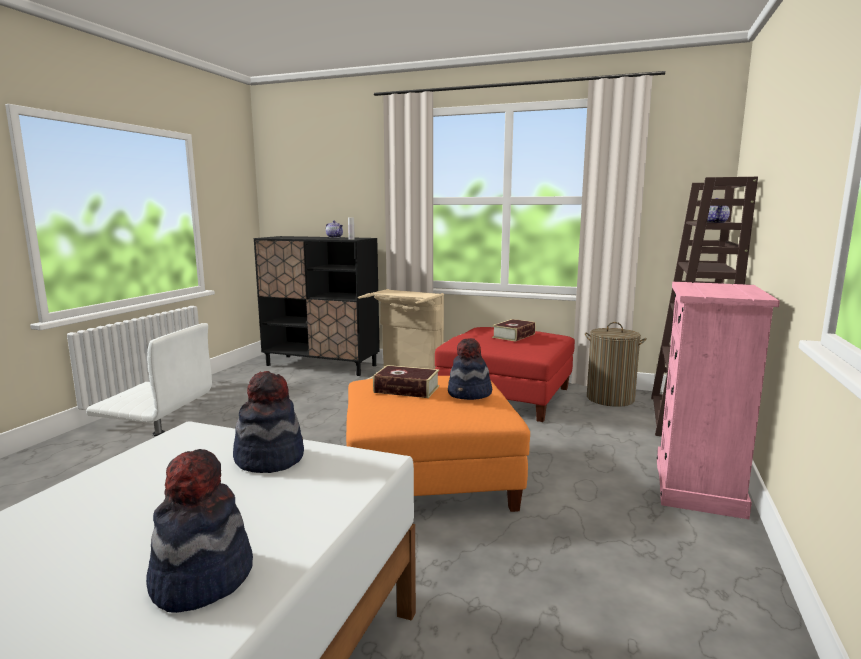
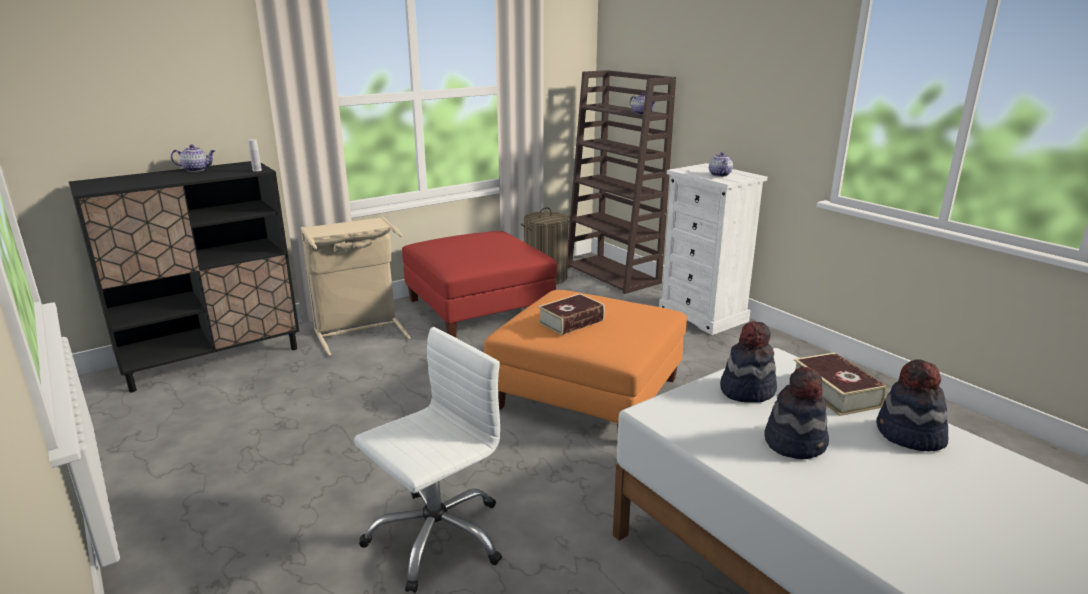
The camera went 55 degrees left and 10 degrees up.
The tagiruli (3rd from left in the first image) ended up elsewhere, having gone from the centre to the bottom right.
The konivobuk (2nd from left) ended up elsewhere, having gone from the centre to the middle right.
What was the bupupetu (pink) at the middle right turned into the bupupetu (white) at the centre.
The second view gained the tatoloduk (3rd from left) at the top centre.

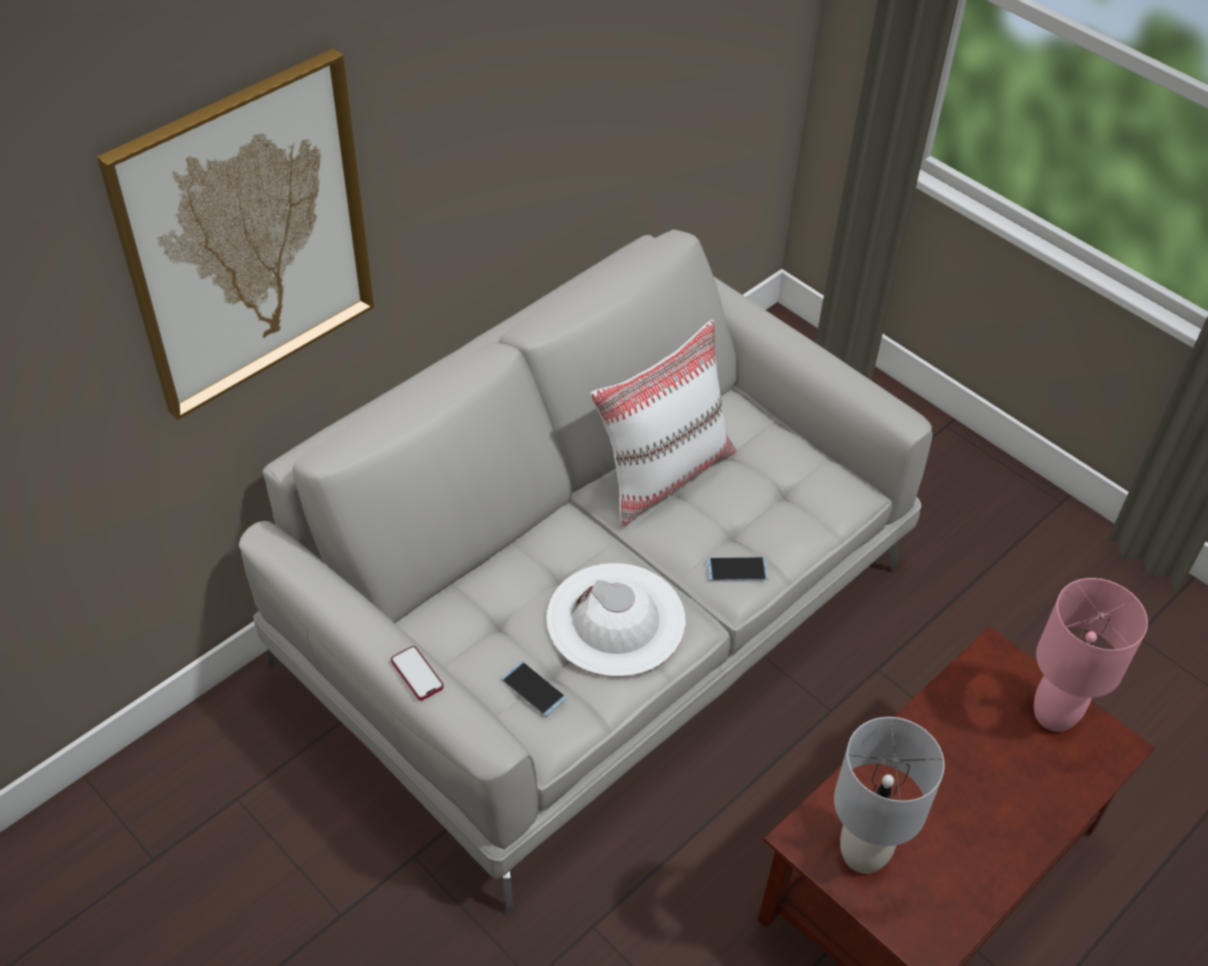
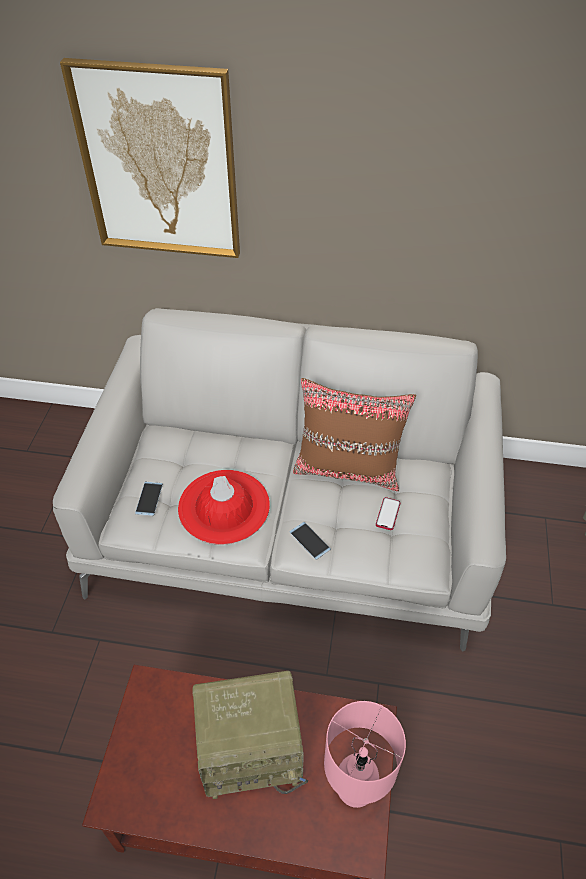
The camera went 55 degrees right and 0 degrees up.
The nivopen (1st from left in the first image) ended up elsewhere, having gone from the bottom centre to the centre.
What was the tagiruli (white) at the centre turned into the tagiruli (red) at the centre.
What was the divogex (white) at the centre turned into the divogex (brown) at the centre.
The second view lost the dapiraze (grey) at the bottom right.
The second view gained the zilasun at the bottom centre.

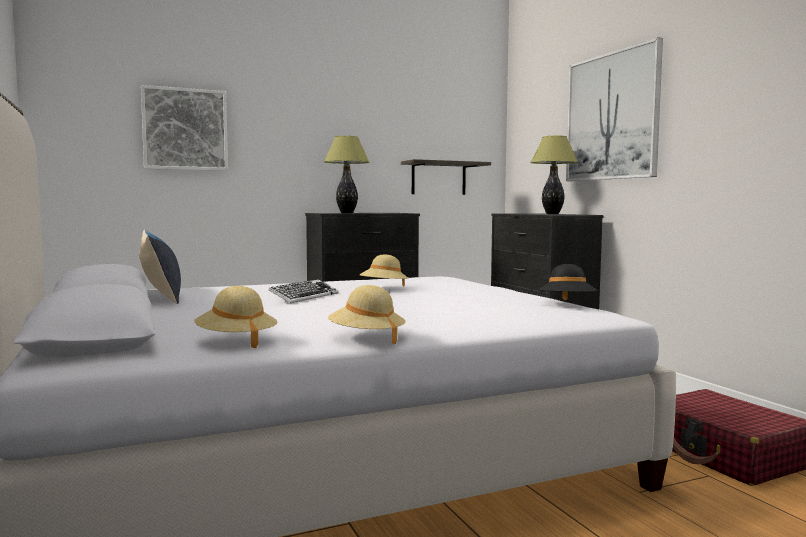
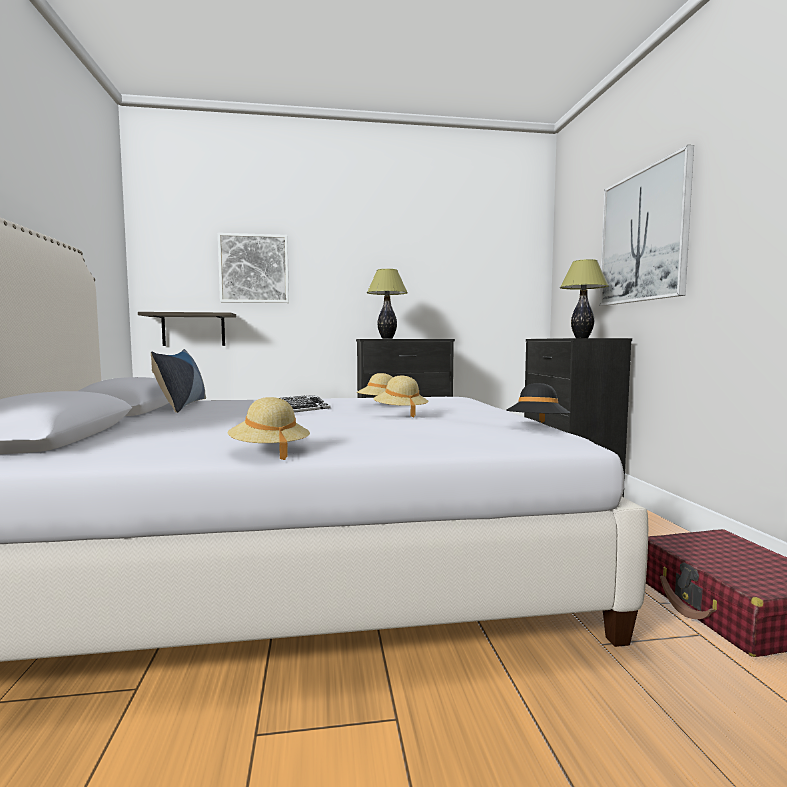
The camera went 15 degrees right and 0 degrees up.
The tagiruli (beige) (1st from left in the first image) ended up elsewhere, having gone from the middle left to the centre.
The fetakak ended up elsewhere, having gone from the top centre to the middle left.

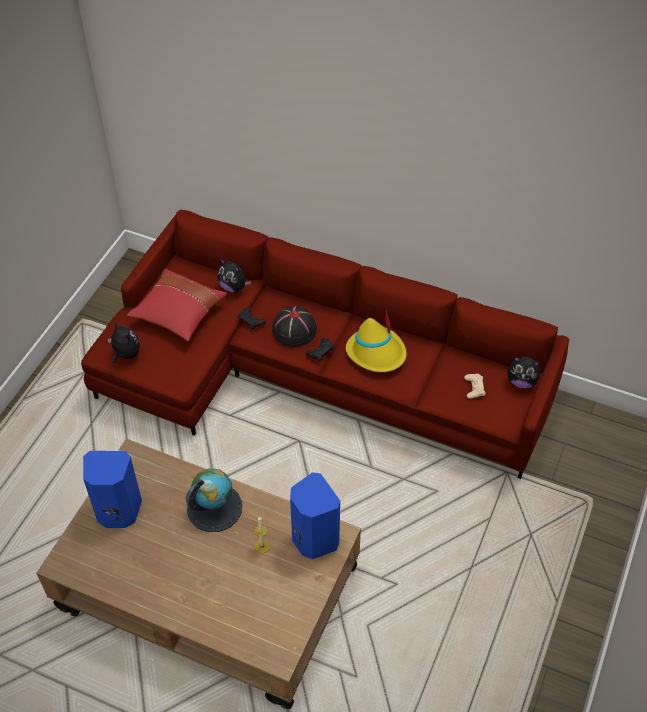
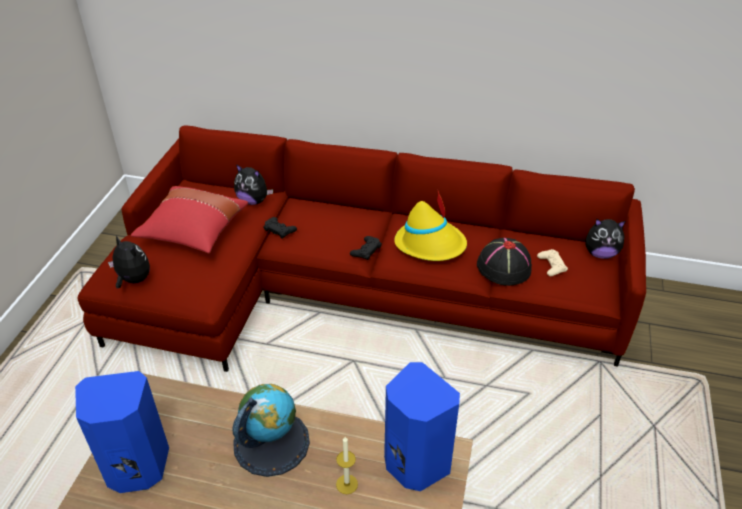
The camera went 10 degrees left and 10 degrees down.
The tagiruli (black) ended up elsewhere, having gone from the centre to the middle right.

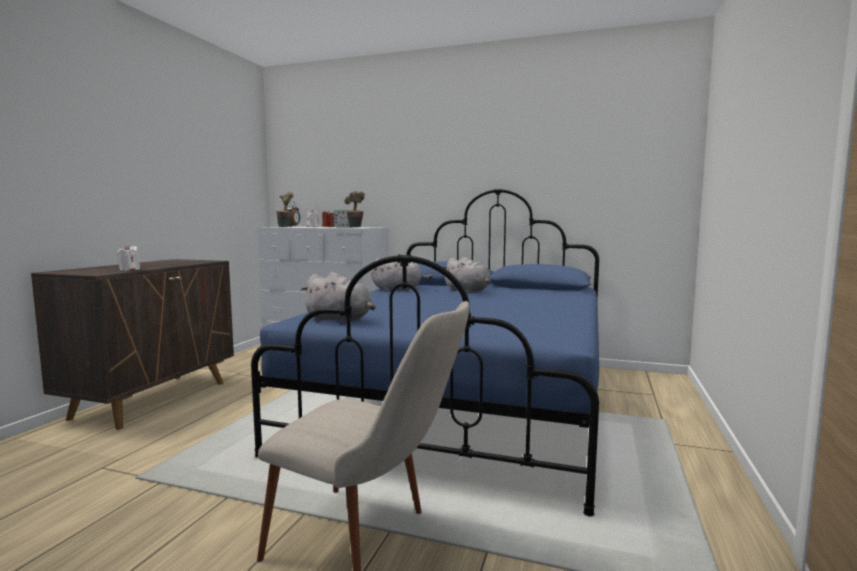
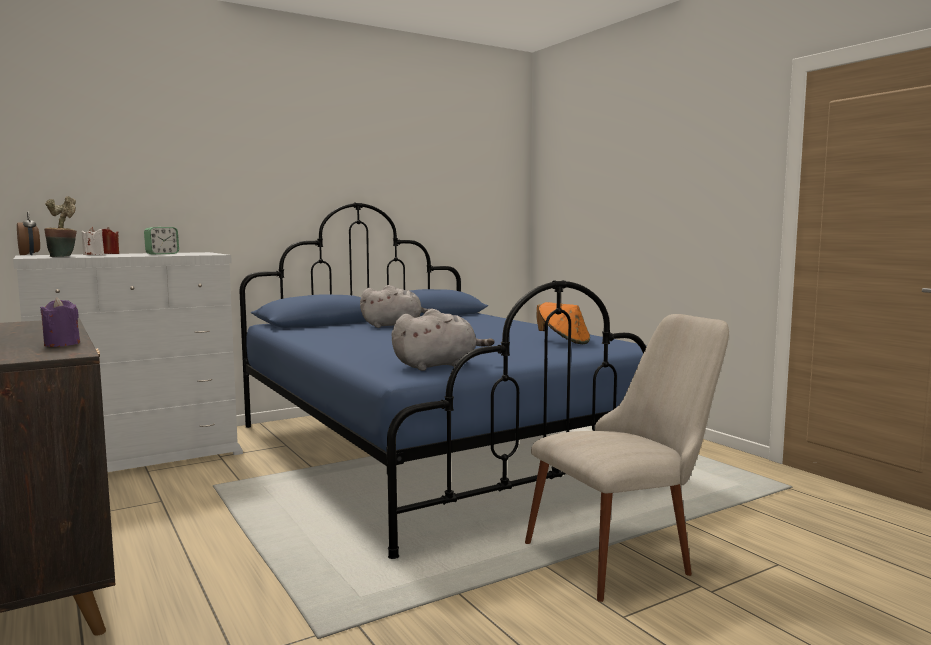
The camera went 50 degrees left and 0 degrees up.
What was the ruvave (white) (1st from left) at the middle left turned into the ruvave (purple) at the middle left.
The second view lost the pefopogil (2nd from left) at the centre.
The second view lost the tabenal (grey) (2nd from left) at the centre.
The second view gained the tagiruli (orange) at the centre.

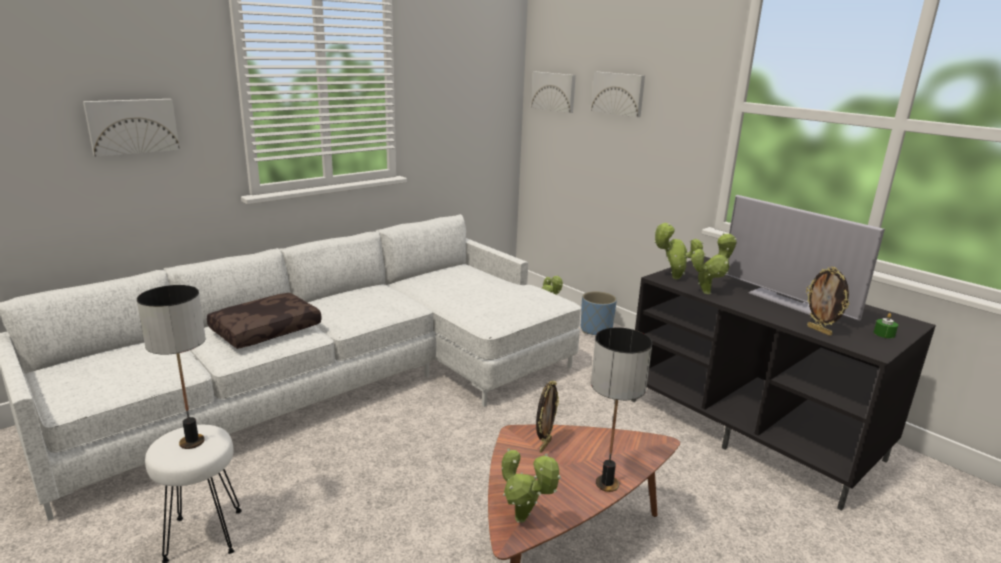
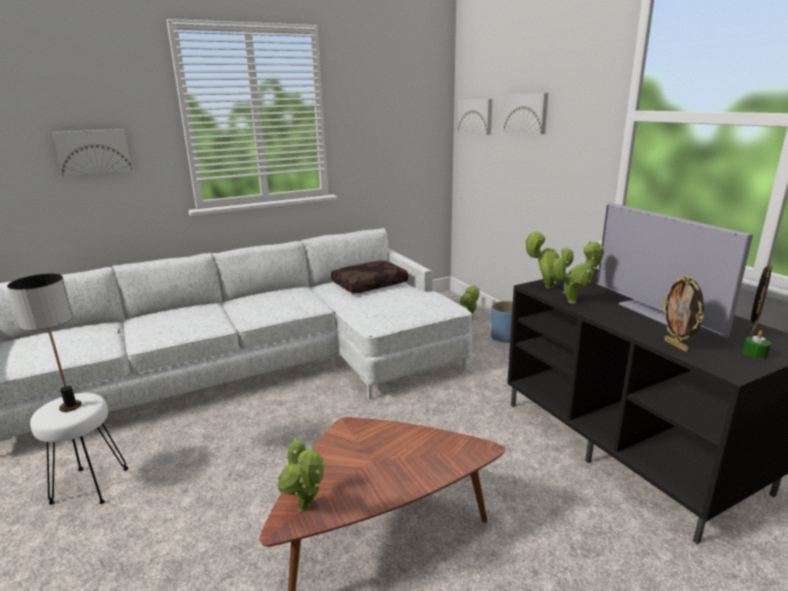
The camera went 15 degrees right and 0 degrees up.
The divogex (brown) ended up elsewhere, having gone from the middle left to the centre.
The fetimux (1st from left in the first image) ended up elsewhere, having gone from the bottom centre to the middle right.
The second view lost the dapiraze (2nd from left) at the bottom centre.

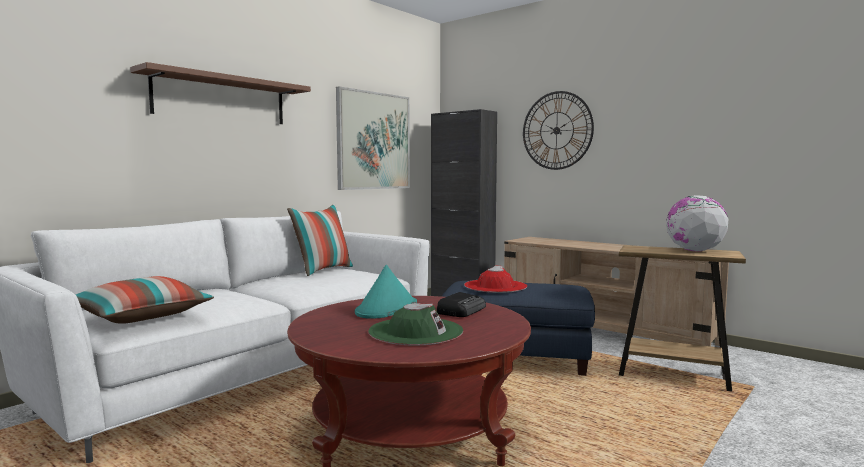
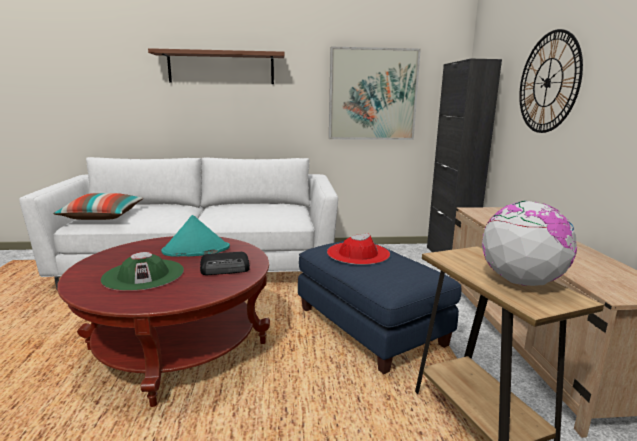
The camera went 45 degrees right and 10 degrees up.
The second view lost the divogex (2nd from left) at the centre.

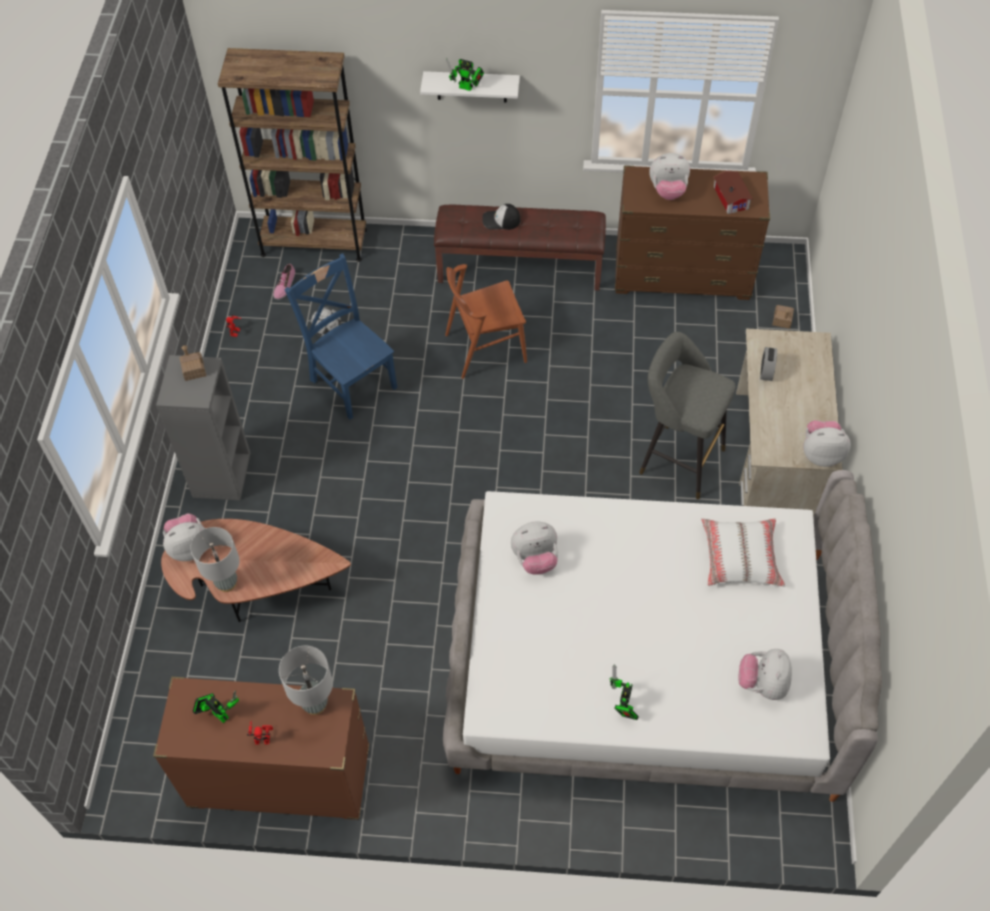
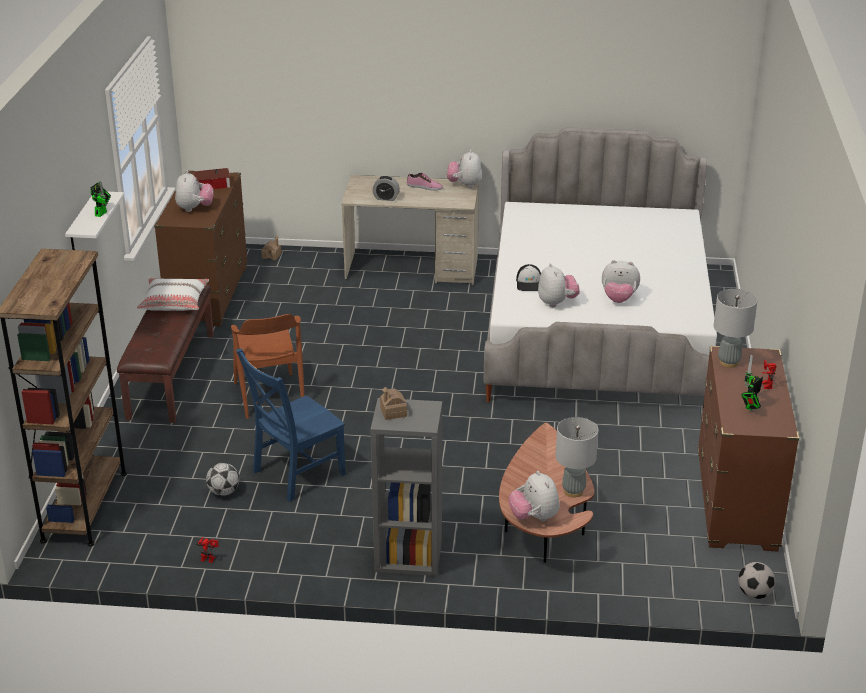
The camera went 90 degrees left and 25 degrees down.
The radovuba ended up elsewhere, having gone from the top left to the top centre.
The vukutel ended up elsewhere, having gone from the top centre to the centre.
The second view lost the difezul (5th from left) at the bottom centre.
The second view lost the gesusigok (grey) at the middle right.
The divogex (white) ended up elsewhere, having gone from the middle right to the middle left.
The tabenal (4th from left in the first image) ended up elsewhere, having gone from the bottom right to the middle right.
The second view gained the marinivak (2nd from left) at the bottom right.

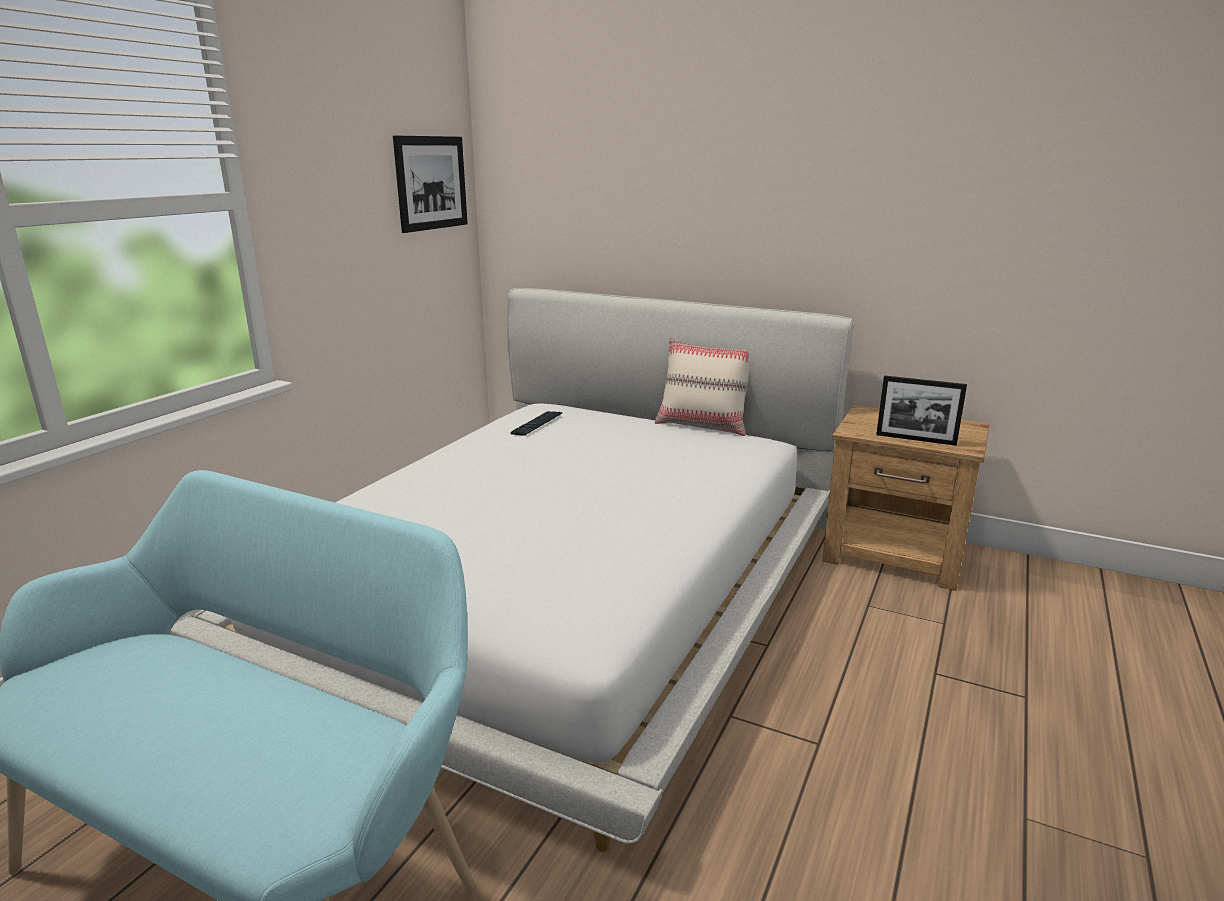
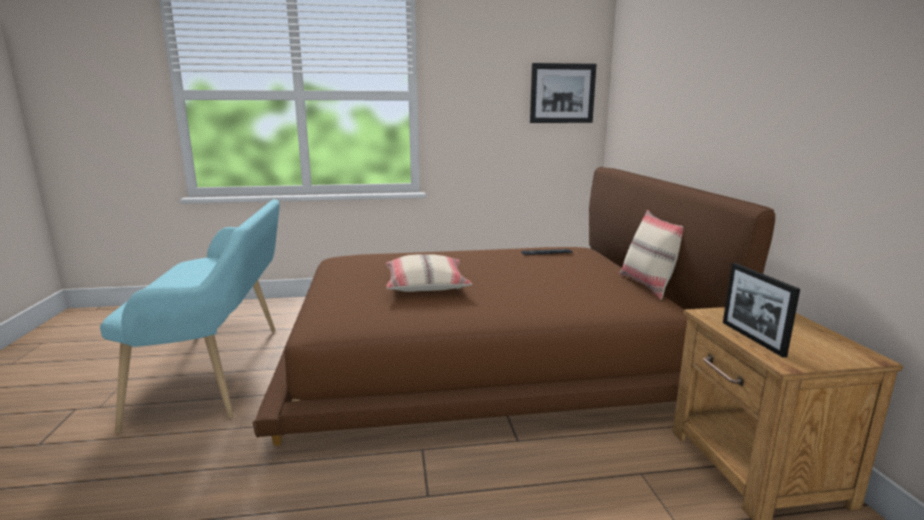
The camera went 55 degrees right and 5 degrees down.
What was the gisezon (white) at the centre turned into the gisezon (brown) at the centre.
The second view gained the divogex (beige) (1st from left) at the centre.

